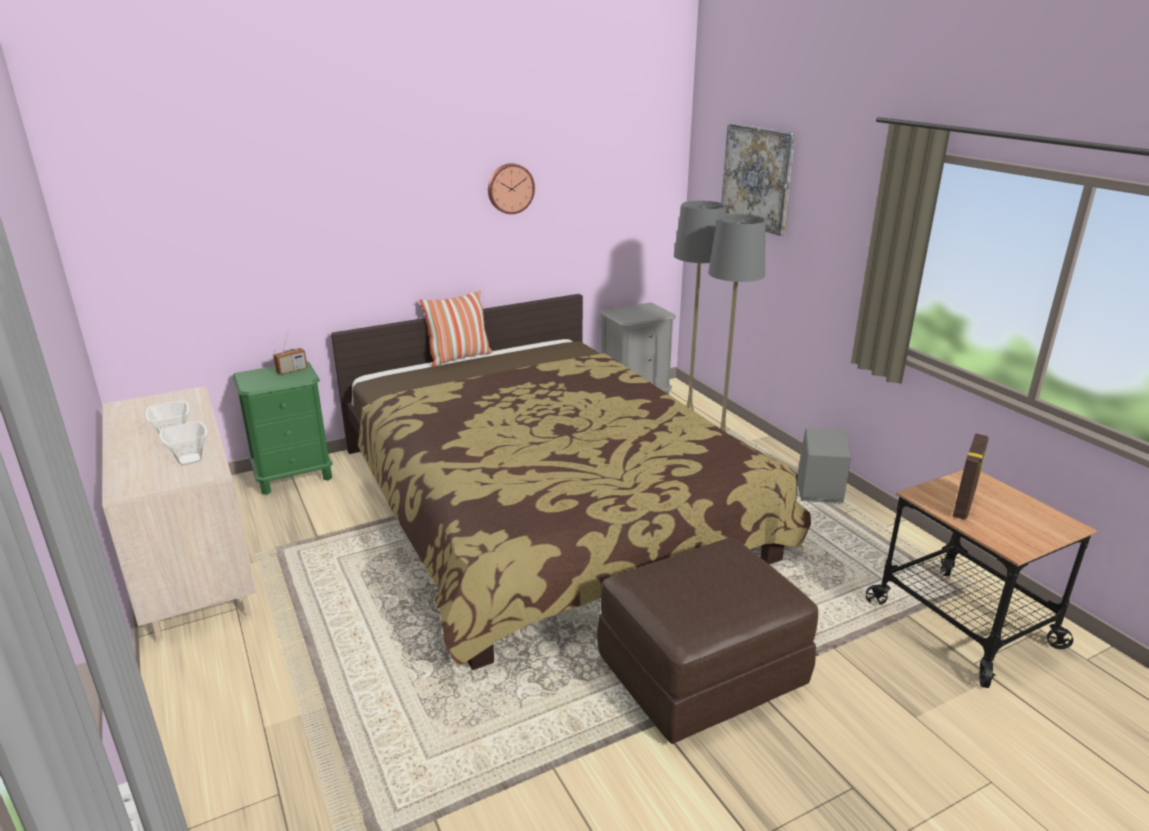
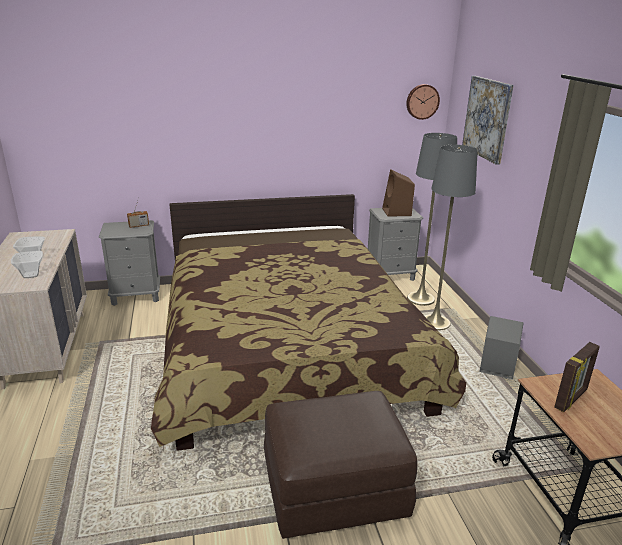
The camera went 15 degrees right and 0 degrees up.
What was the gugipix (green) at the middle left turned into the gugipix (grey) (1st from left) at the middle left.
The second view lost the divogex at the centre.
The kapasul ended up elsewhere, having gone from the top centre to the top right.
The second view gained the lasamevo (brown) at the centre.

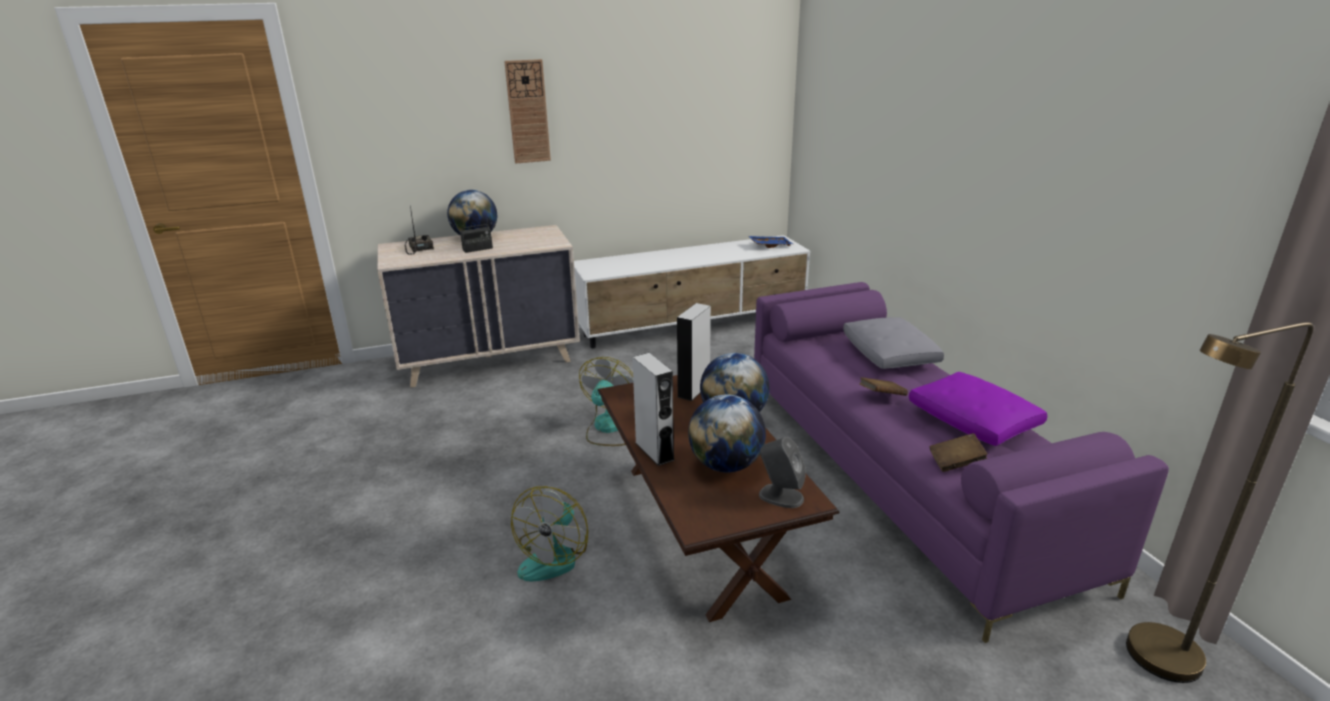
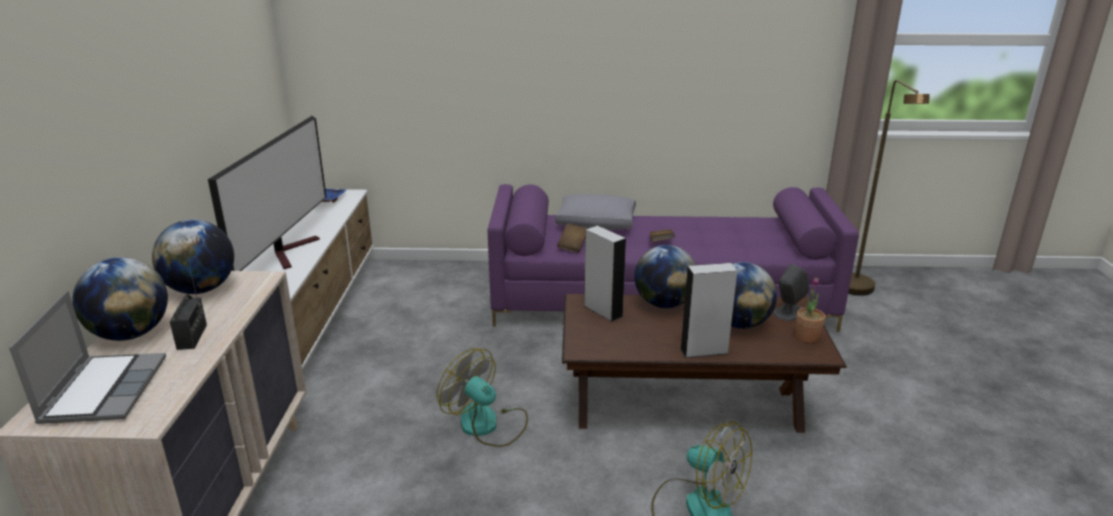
The camera went 70 degrees left and 0 degrees up.
Where the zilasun (1st from left) stood at the top left, the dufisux came to stand at the bottom left.
The second view lost the kapasul at the top centre.
The second view lost the divogex (purple) at the middle right.
The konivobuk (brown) (2nd from left in the first image) ended up elsewhere, having gone from the middle right to the centre.
The second view gained the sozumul (2nd from left) at the middle left.
The second view gained the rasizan at the middle left.
The second view gained the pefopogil at the middle right.

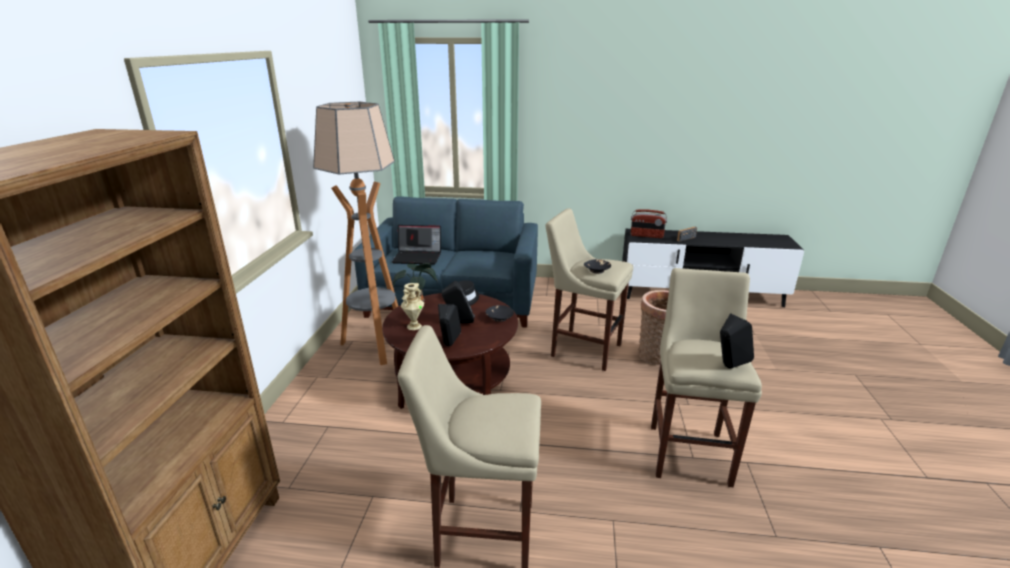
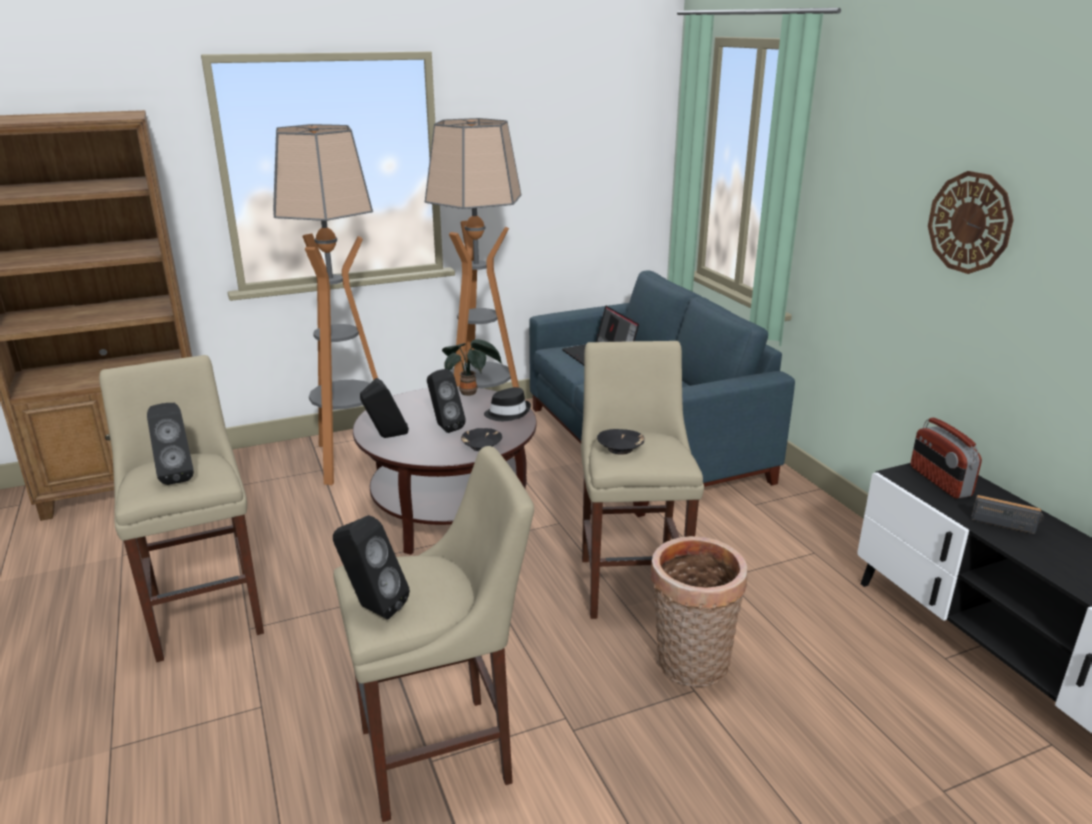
The camera went 60 degrees right and 0 degrees up.
The second view lost the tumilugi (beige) at the centre.
The second view gained the lasamevo (black) (1st from left) at the middle left.
The second view gained the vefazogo (1st from left) at the middle left.
The second view gained the kapasul at the top right.

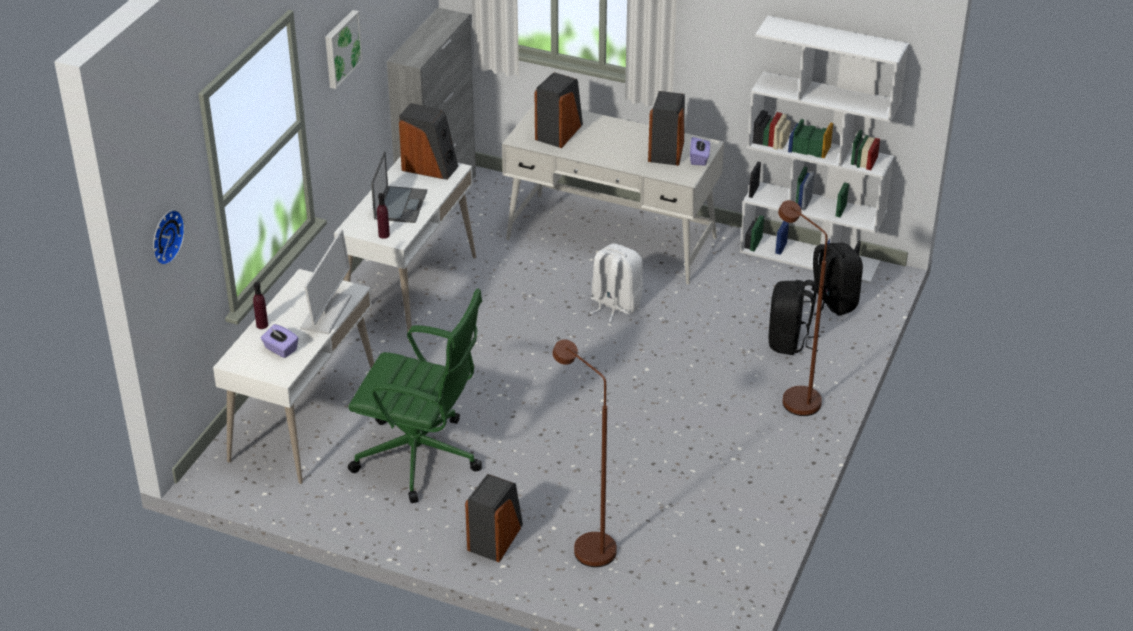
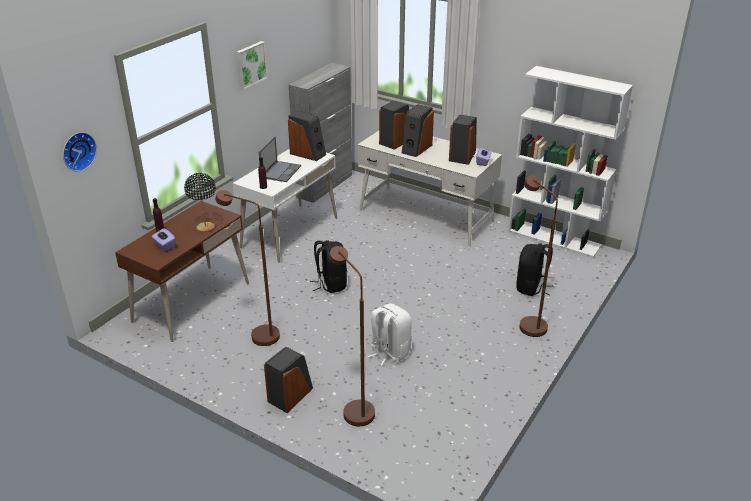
The camera went 10 degrees right and 5 degrees down.
What was the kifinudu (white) (1st from left) at the middle left turned into the kifinudu (brown) at the middle left.
Where the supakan stood at the middle left, the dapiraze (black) came to stand at the middle left.
Where the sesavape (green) stood at the centre, the vefazogo (brown) (1st from left) came to stand at the middle left.
The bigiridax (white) ended up elsewhere, having gone from the centre to the bottom centre.
The bigiridax (black) (2nd from left in the first image) ended up elsewhere, having gone from the middle right to the centre.
The second view gained the lasamevo (4th from left) at the top centre.

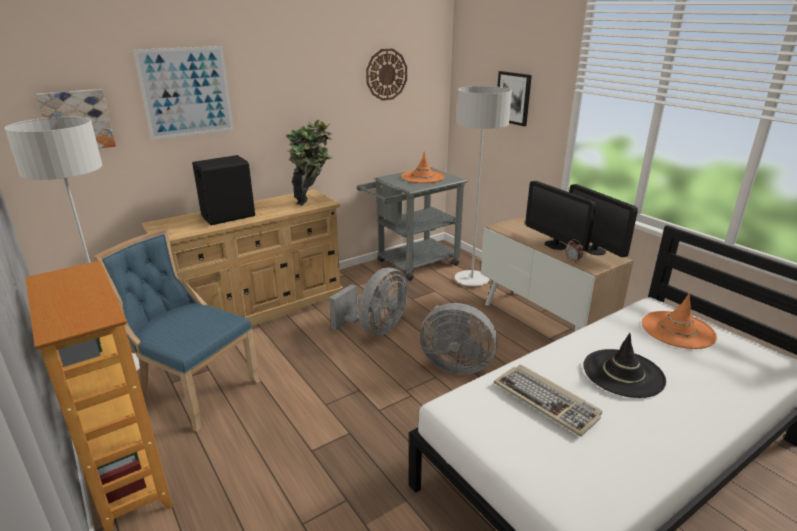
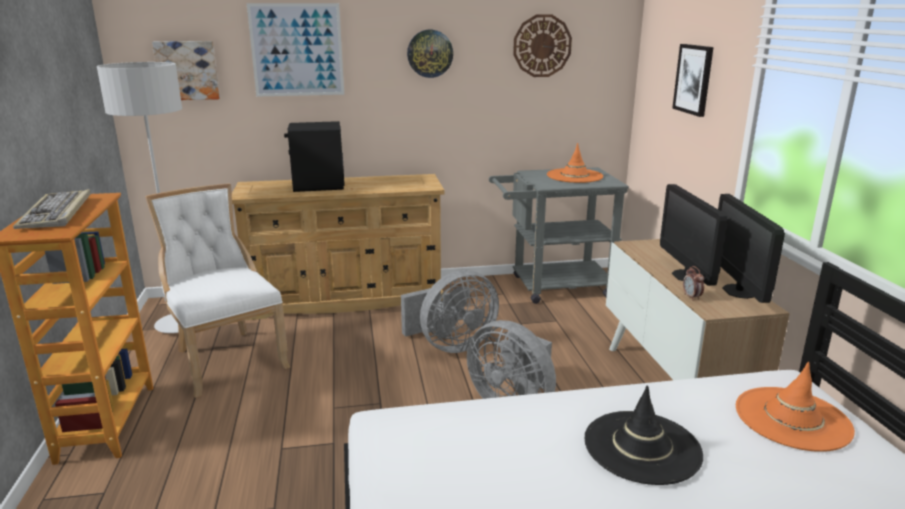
The camera went 25 degrees right and 5 degrees down.
What was the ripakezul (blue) at the middle left turned into the ripakezul (white) at the middle left.
The second view lost the pefopogil at the top centre.
The second view lost the vefazogo (grey) (2nd from left) at the centre.
The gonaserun ended up elsewhere, having gone from the bottom right to the middle left.
The second view gained the kapasul (1st from left) at the top centre.

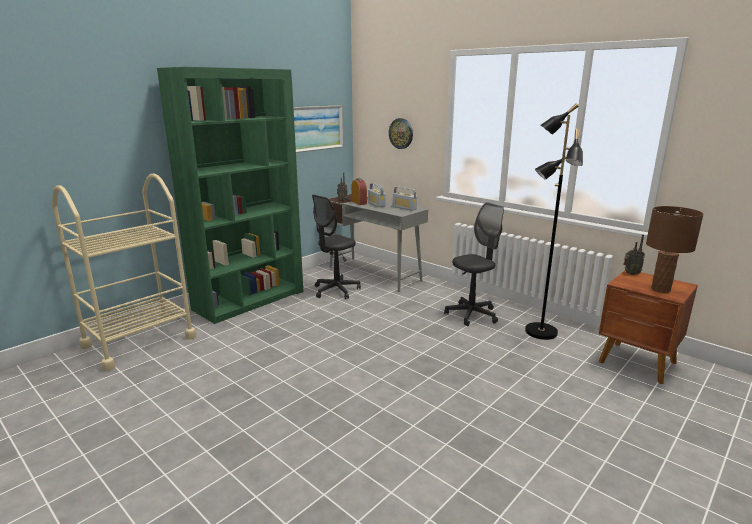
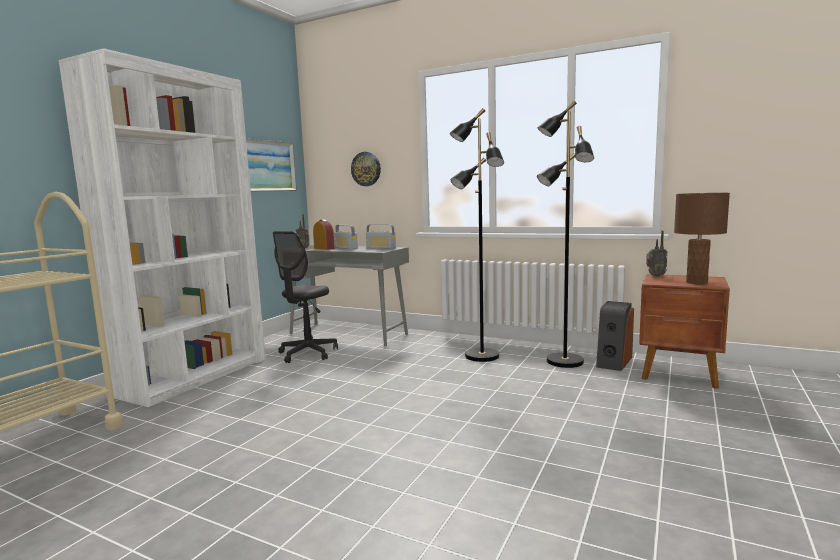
The camera went 15 degrees left and 10 degrees down.
What was the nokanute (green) at the middle left turned into the nokanute (white) at the middle left.
Where the sesavape (black) (2nd from left) stood at the centre, the vefazogo (black) (1st from left) came to stand at the centre.
The second view gained the lasamevo at the middle right.

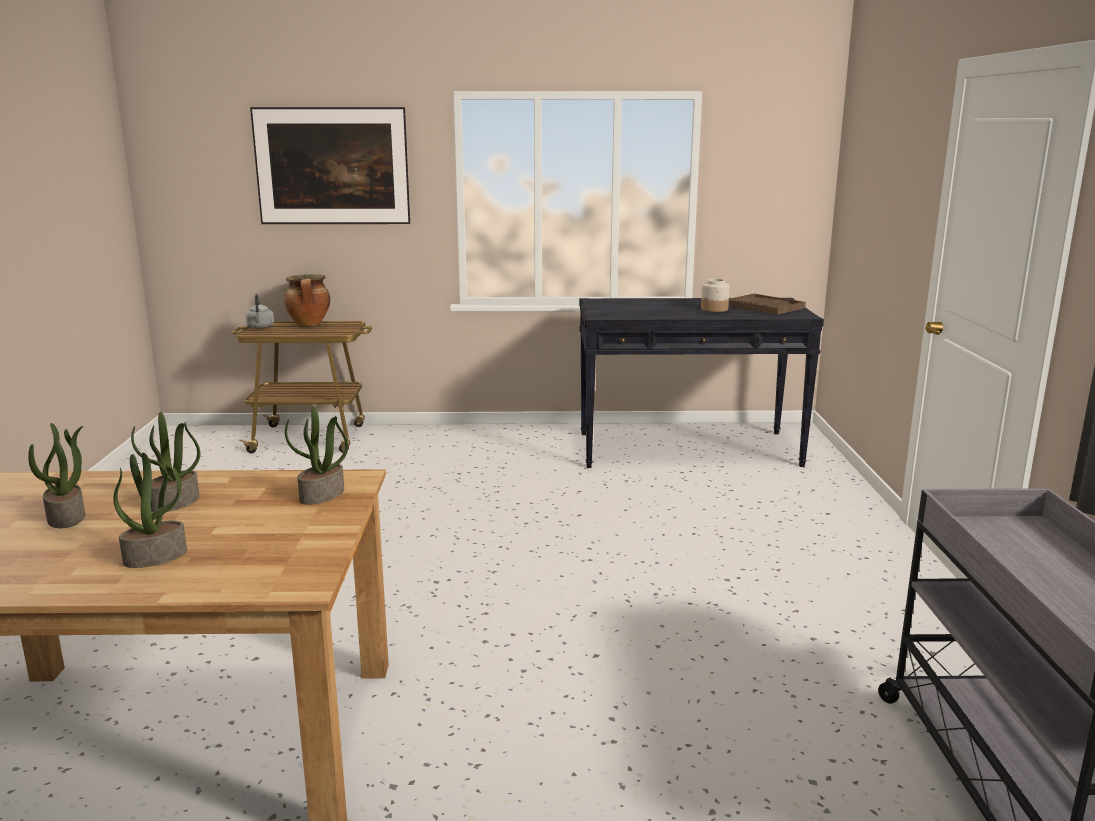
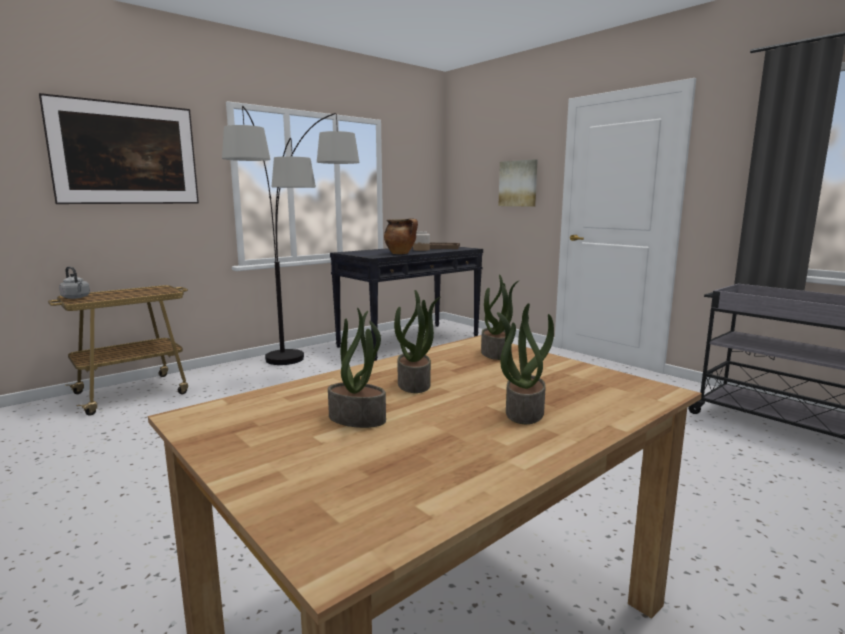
The camera went 40 degrees left and 5 degrees down.
The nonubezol ended up elsewhere, having gone from the middle left to the centre.
The second view gained the vefazogo at the centre.
The second view gained the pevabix (2nd from left) at the top centre.

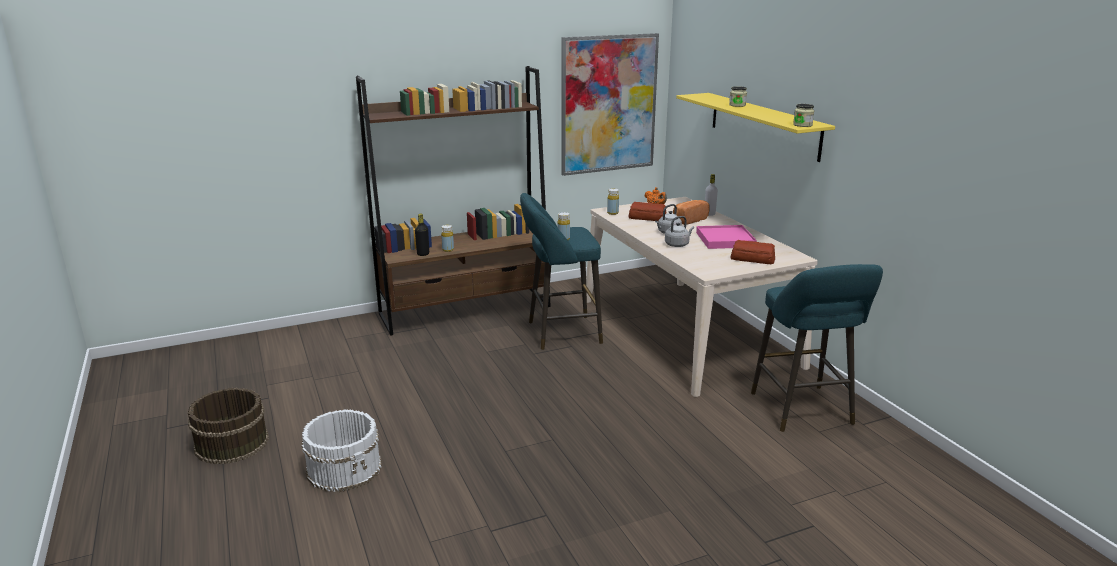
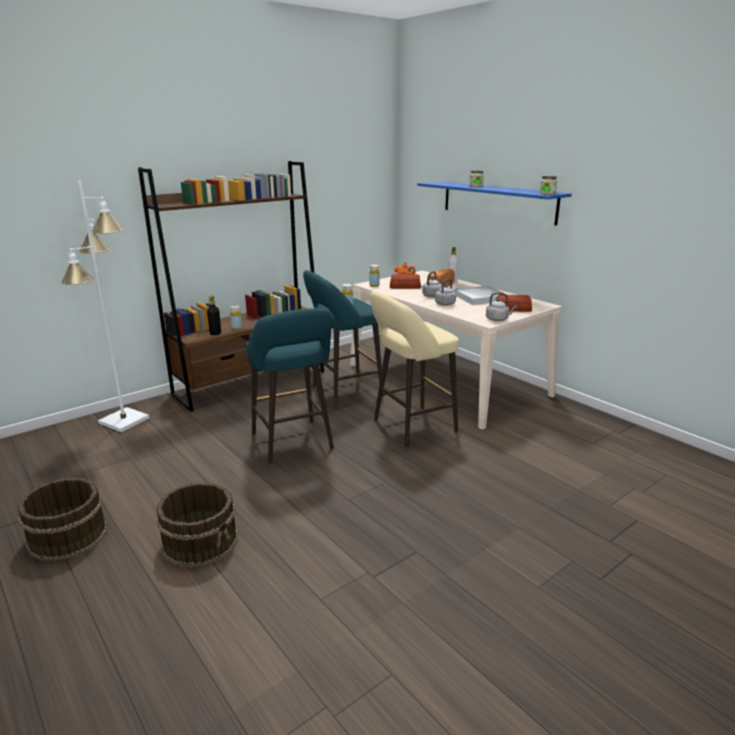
The camera went 15 degrees left and 0 degrees up.
What was the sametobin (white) at the bottom left turned into the sametobin (brown) (2nd from left) at the bottom left.
The second view lost the pevabix at the top centre.
What was the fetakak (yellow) at the top right turned into the fetakak (blue) at the top right.
What was the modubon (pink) at the centre turned into the modubon (white) at the centre.
The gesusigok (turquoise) (2nd from left in the first image) ended up elsewhere, having gone from the middle right to the centre.
The second view gained the vefazogo (white) at the middle left.
The second view gained the gesusigok (beige) at the centre.
The second view gained the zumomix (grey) (3rd from left) at the middle right.

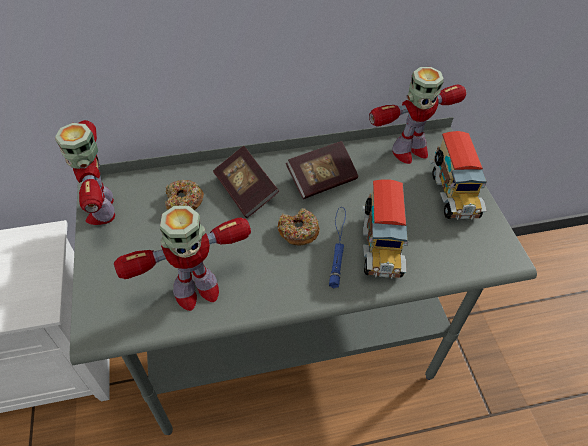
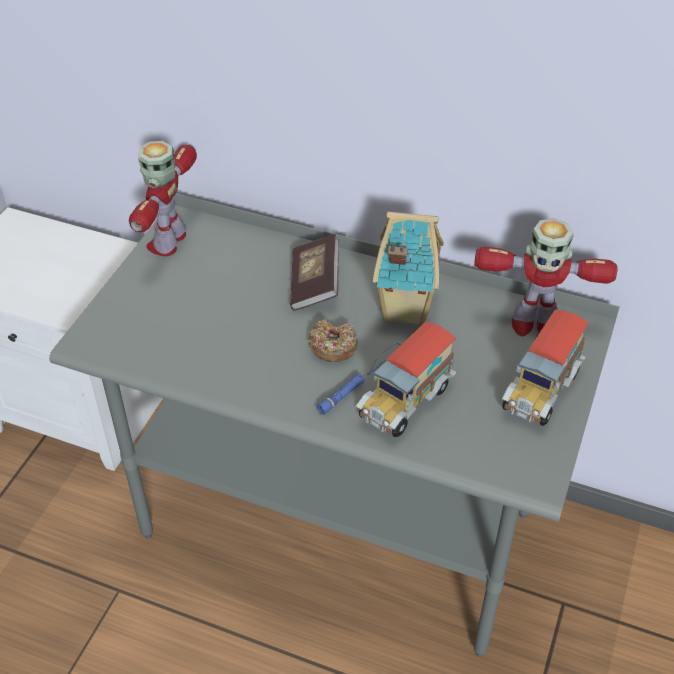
The camera went 35 degrees right and 5 degrees down.
The second view lost the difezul (2nd from left) at the middle left.
The second view lost the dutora (1st from left) at the middle left.
Where the konivobuk (2nd from left) stood at the centre, the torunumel came to stand at the centre.

